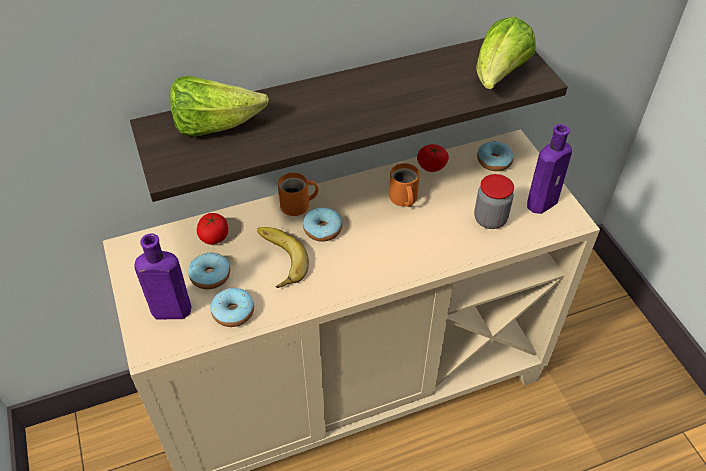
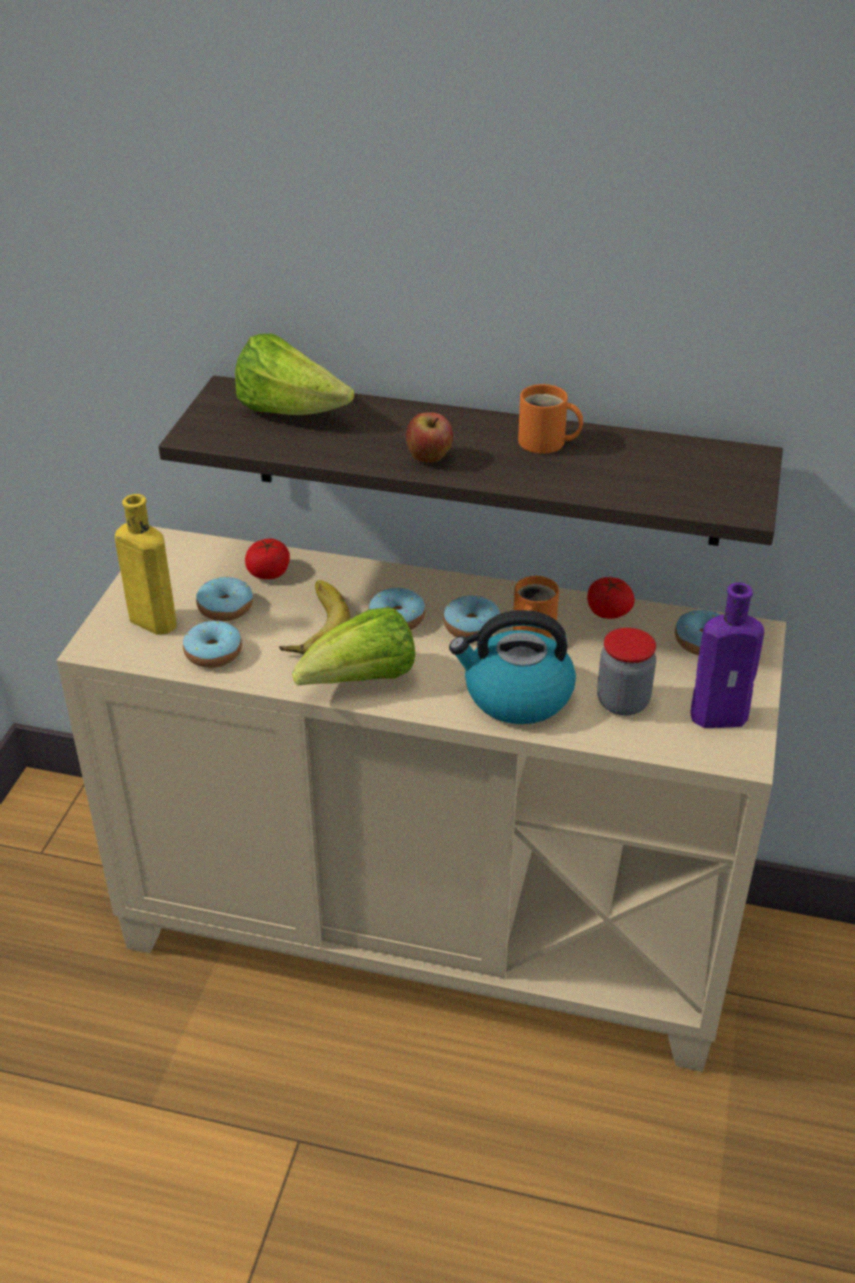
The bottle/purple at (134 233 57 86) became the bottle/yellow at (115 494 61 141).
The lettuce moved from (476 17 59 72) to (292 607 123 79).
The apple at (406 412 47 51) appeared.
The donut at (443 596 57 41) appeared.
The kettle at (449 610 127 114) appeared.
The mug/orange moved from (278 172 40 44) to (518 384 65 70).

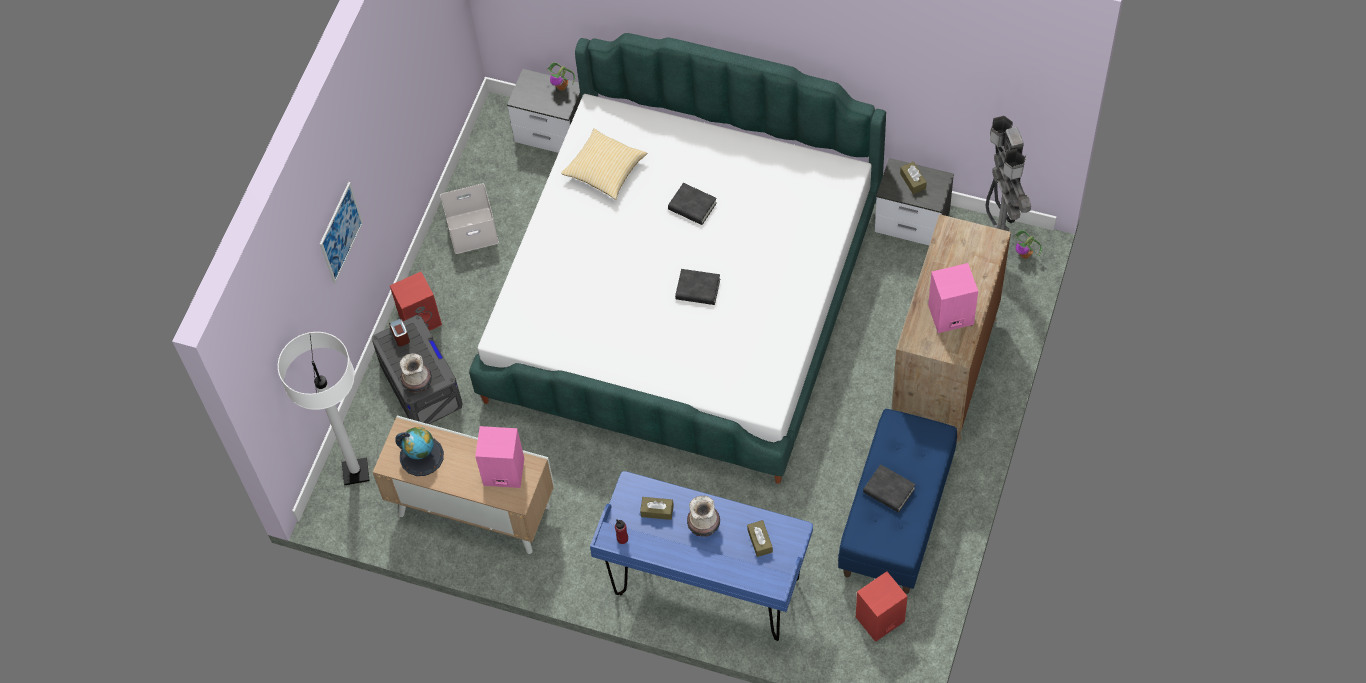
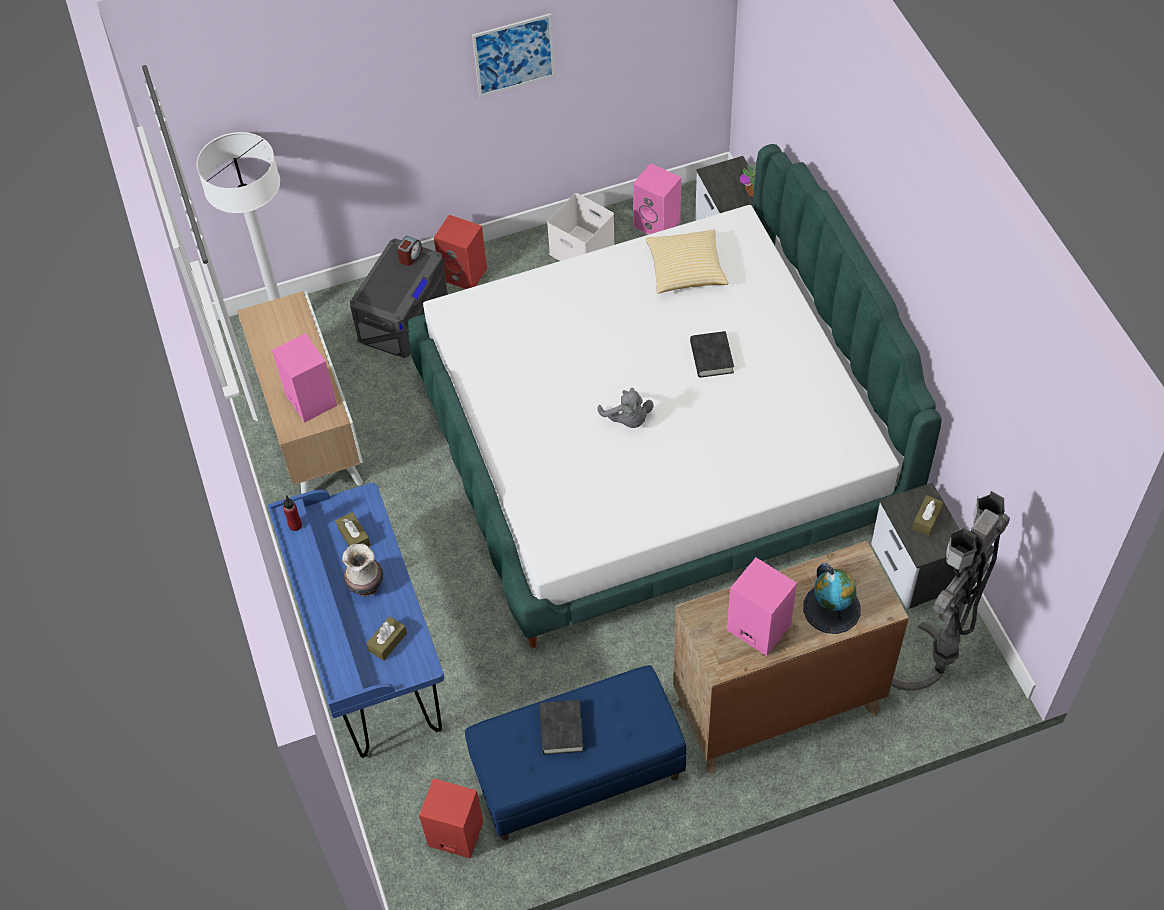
The picture moved from (320 182 43 102) to (472 13 83 84).
The book/black at (675 269 45 36) was replaced by the plush toy/grey at (598 388 56 40).
The speaker/pink at (633 163 48 71) appeared.
The globe moved from (395 427 49 49) to (803 563 58 71).
The vase at (400 353 32 40) disappeared.
The potted plant at (1014 230 28 29) disappeared.

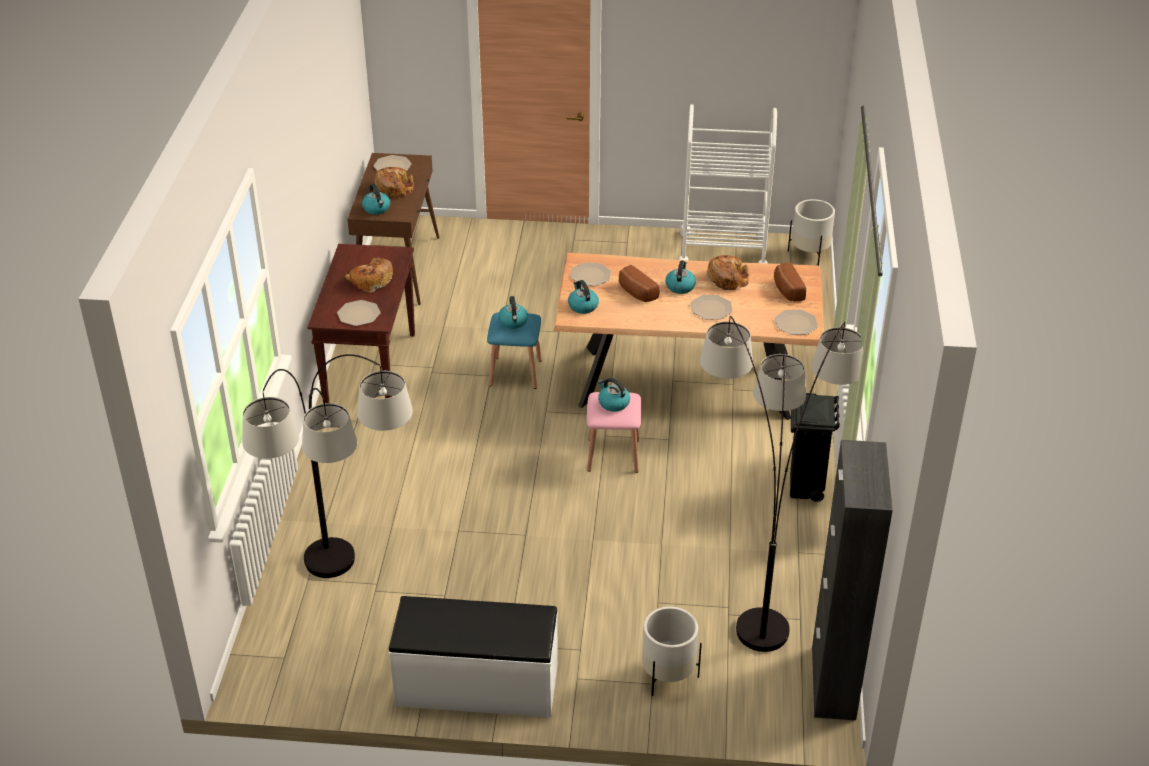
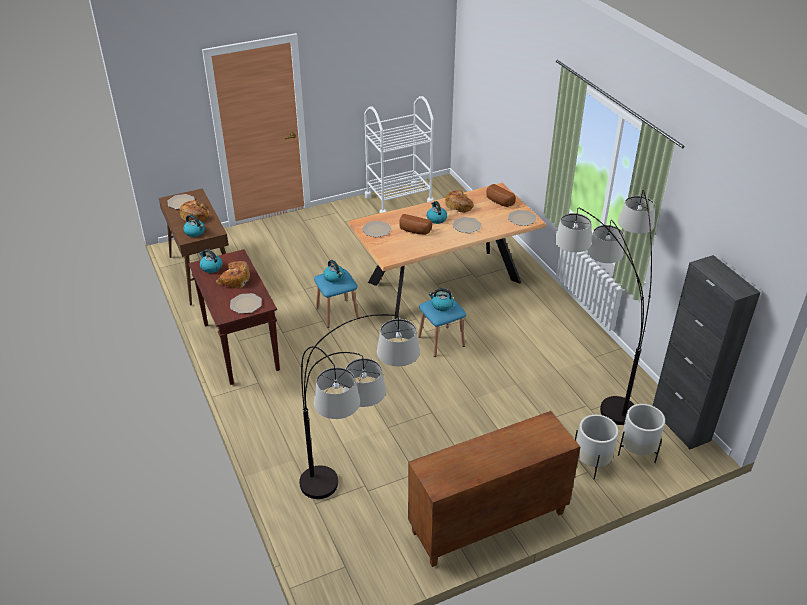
The kettle moved from (568 280 31 34) to (199 249 24 24).
The bench/white at (389 596 169 122) was replaced by the cabinet/brown at (408 411 172 156).
The stool/pink at (587 392 55 81) became the stool/blue at (418 299 48 58).
The planter/white moved from (788 199 47 67) to (618 404 47 59).
The trash can/black at (790 393 50 109) disappeared.

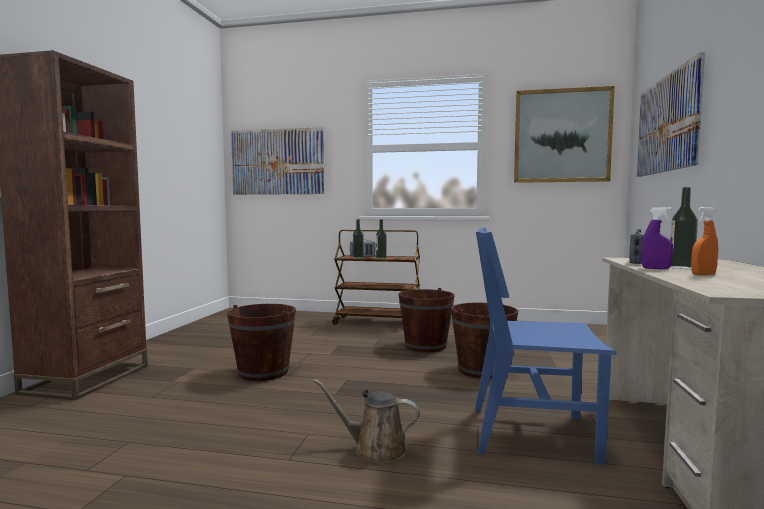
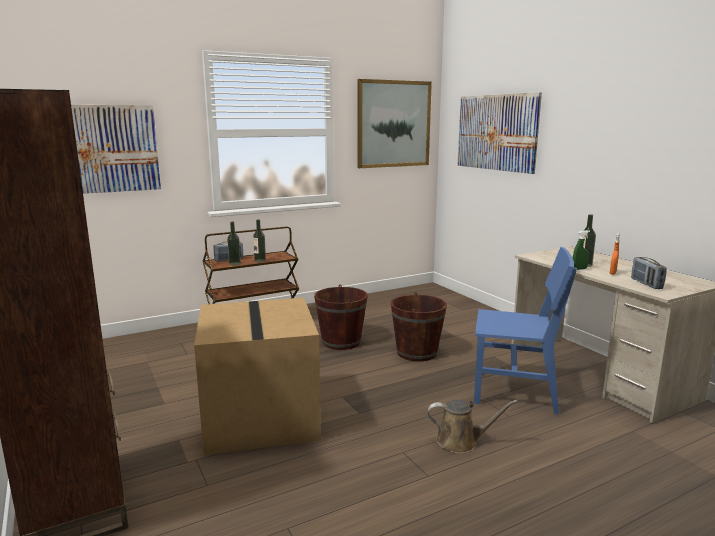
The bucket/brown at (227 304 69 77) was replaced by the cardboard box at (194 298 127 157).
The watering can/brown at (314 379 106 84) turned 150 degrees counterclockwise.
The chair/blue at (475 228 142 236) turned 135 degrees counterclockwise.
The spray bottle/purple at (641 207 32 62) became the spray bottle/green at (573 230 17 40).
The radio moved from (629 229 16 35) to (631 257 36 32).

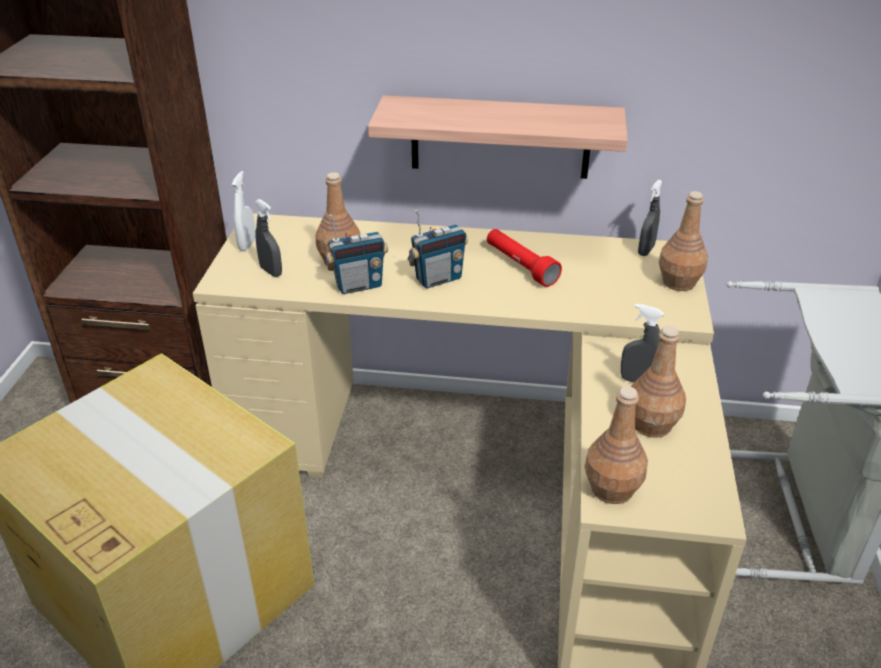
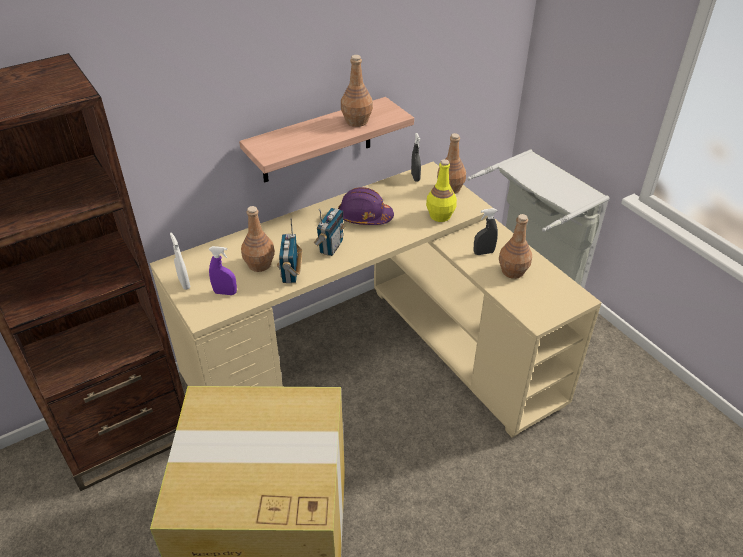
The spray bottle/grey at (254 199 28 78) became the spray bottle/purple at (209 246 28 49).
The radio at (325 214 63 80) turned 150 degrees clockwise.
The flashlight/red at (487 229 75 58) was replaced by the hard hat/purple at (338 187 56 38).
The bottle/brown moved from (585 386 63 118) to (341 55 32 72).
The bottle/yellow at (426 159 31 63) appeared.

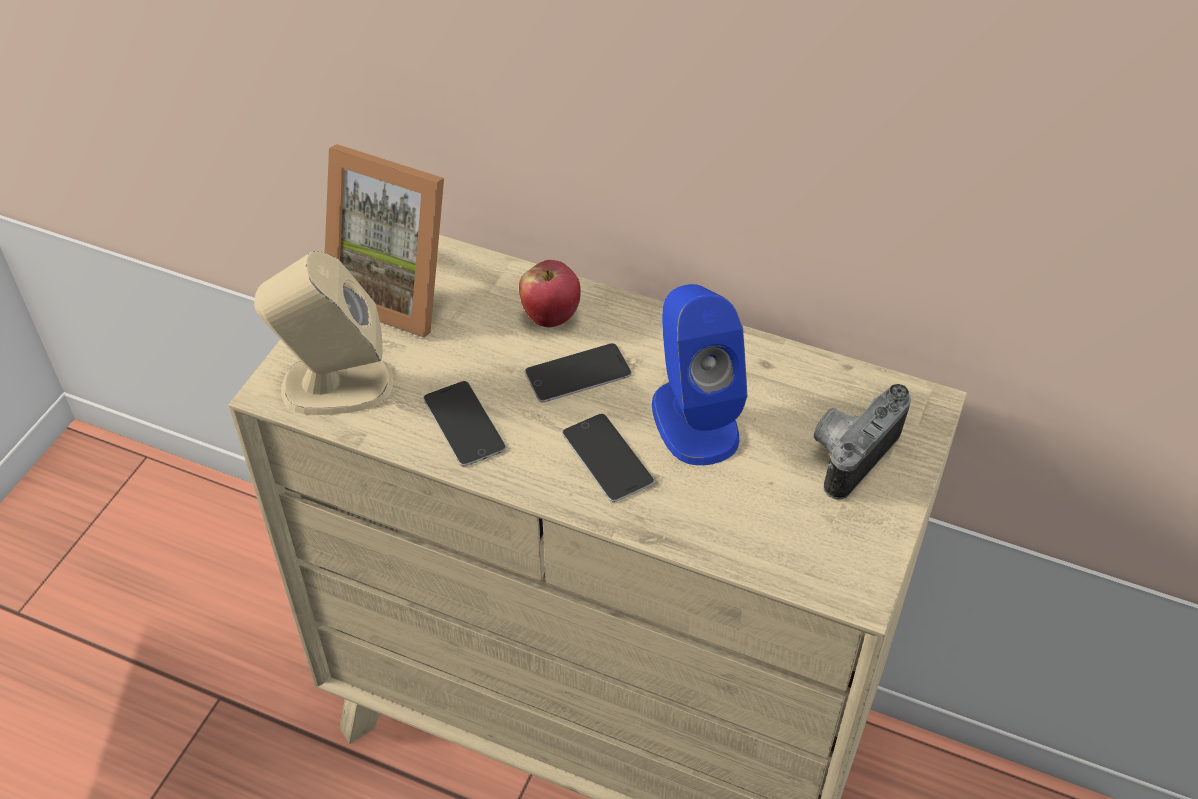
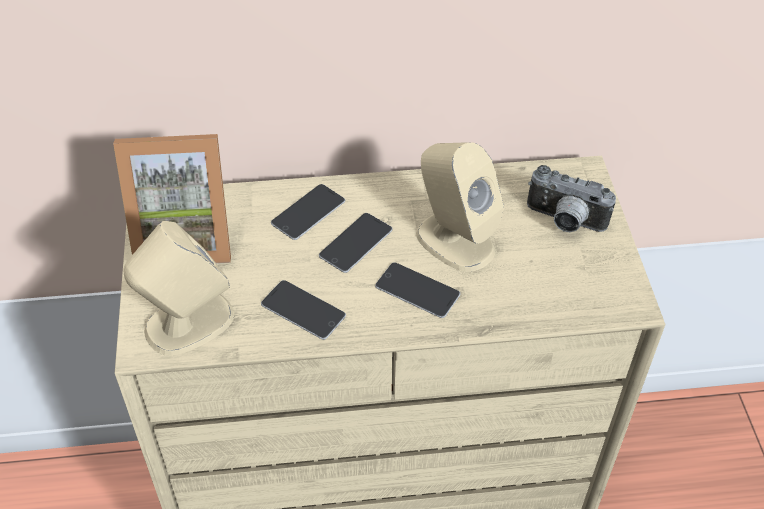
The apple at (519 260 62 67) was replaced by the phone at (271 184 74 56).
The speaker/blue at (652 284 96 181) became the speaker/beige at (416 142 88 130).
The photo camera at (814 384 97 116) turned 75 degrees counterclockwise.

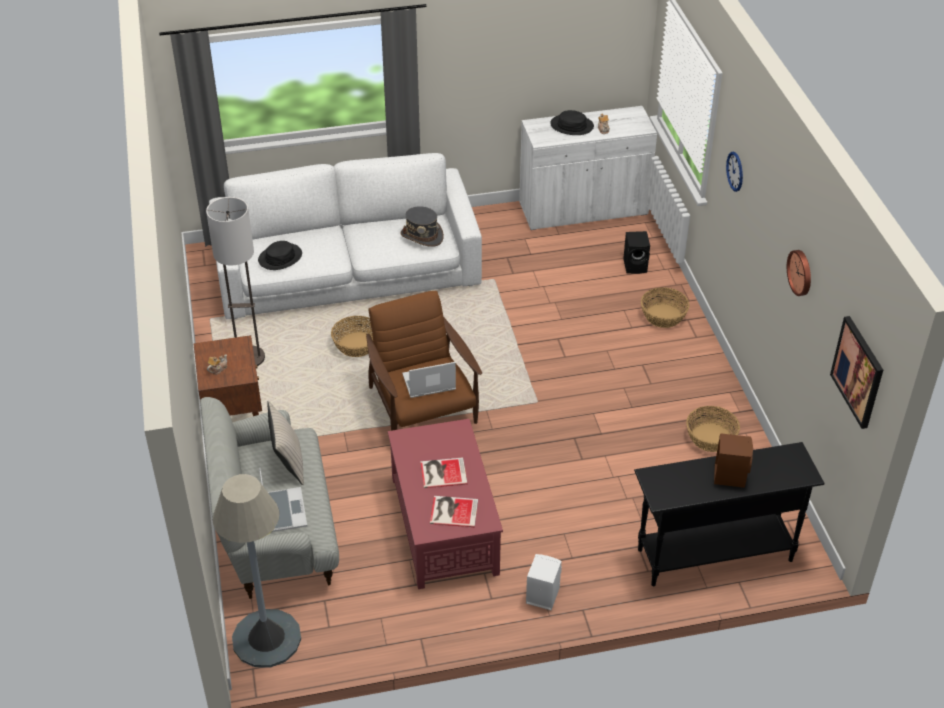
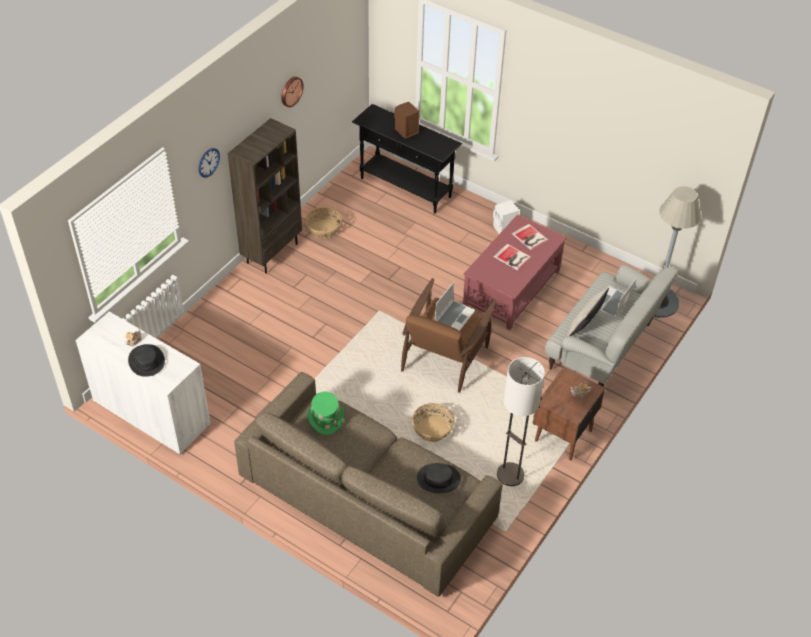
The bookcase/brown at (227 118 75 155) appeared.
The sofa/white at (209 153 273 166) became the sofa/brown at (234 372 268 225).
The hat/grey at (400 206 44 41) became the hat/green at (307 392 37 43).
The laptop at (402 362 54 36) turned 90 degrees counterclockwise.
The speaker/black at (623 231 27 43) disappeared.
The basket at (641 287 48 41) disappeared.
The picture at (830 316 53 113) disappeared.

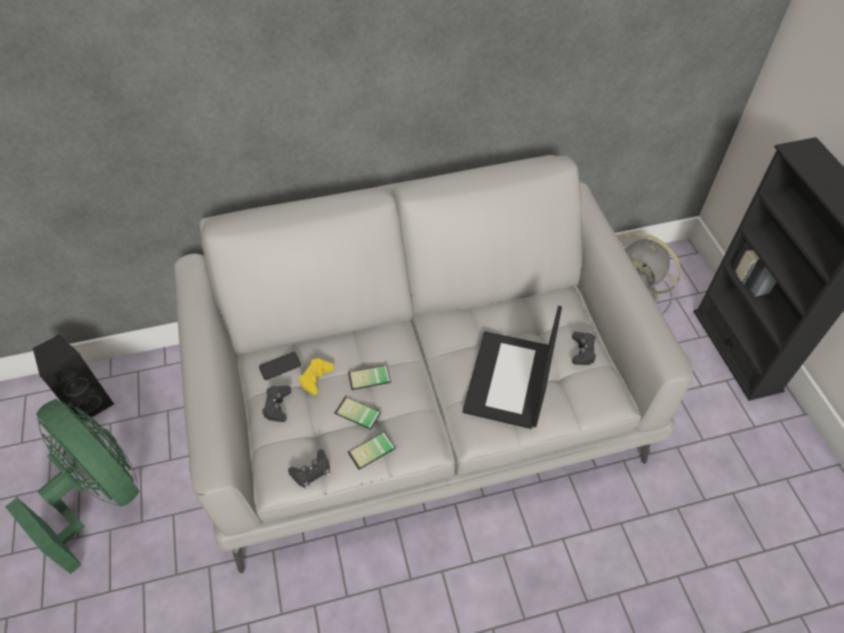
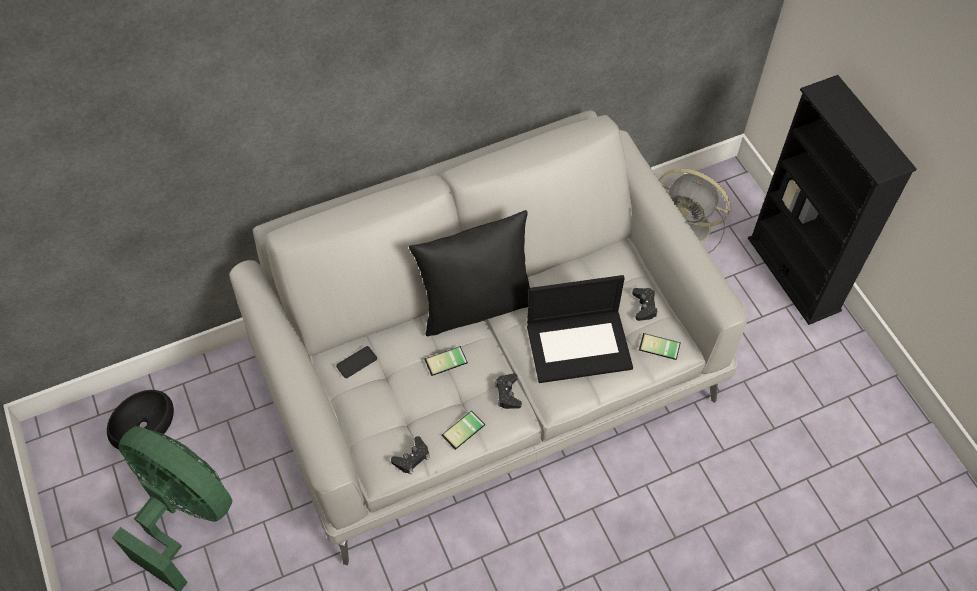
The speaker/black at (33 335 82 89) was replaced by the bowl/black at (107 390 67 59).
The pillow/black at (409 210 121 126) appeared.
The game controller/black moved from (262 386 30 36) to (495 373 27 36).
The laptop at (463 306 99 123) turned 105 degrees counterclockwise.
The phone moved from (335 396 46 34) to (639 333 42 27).
The game controller/yellow at (299 358 35 37) disappeared.

